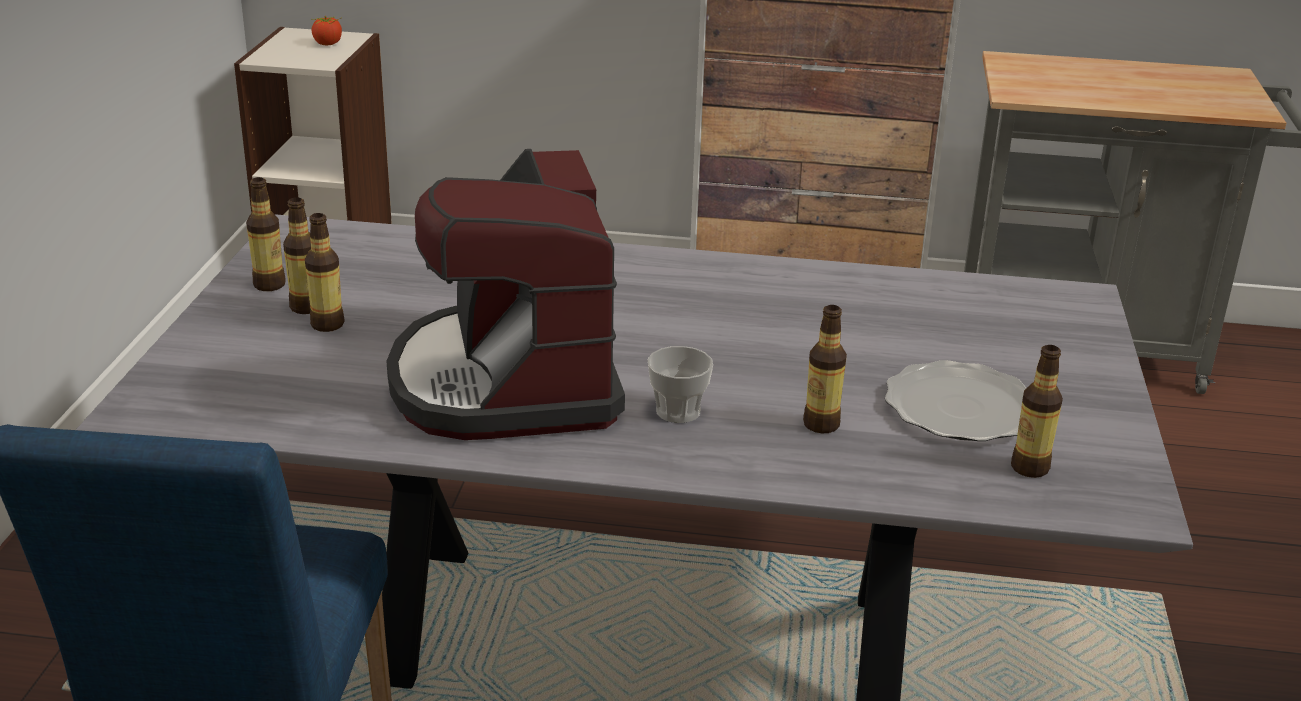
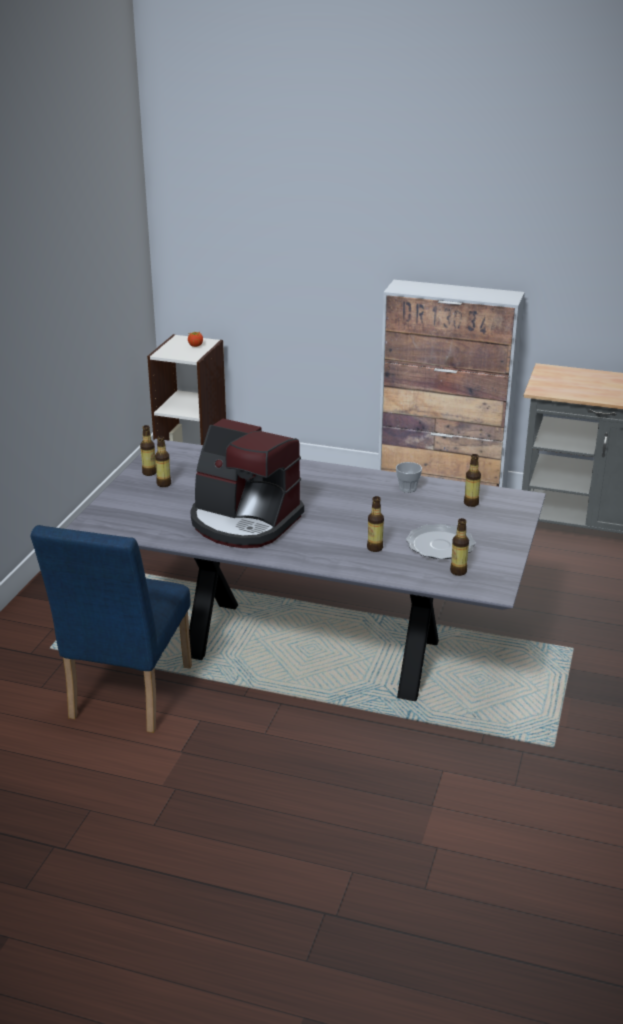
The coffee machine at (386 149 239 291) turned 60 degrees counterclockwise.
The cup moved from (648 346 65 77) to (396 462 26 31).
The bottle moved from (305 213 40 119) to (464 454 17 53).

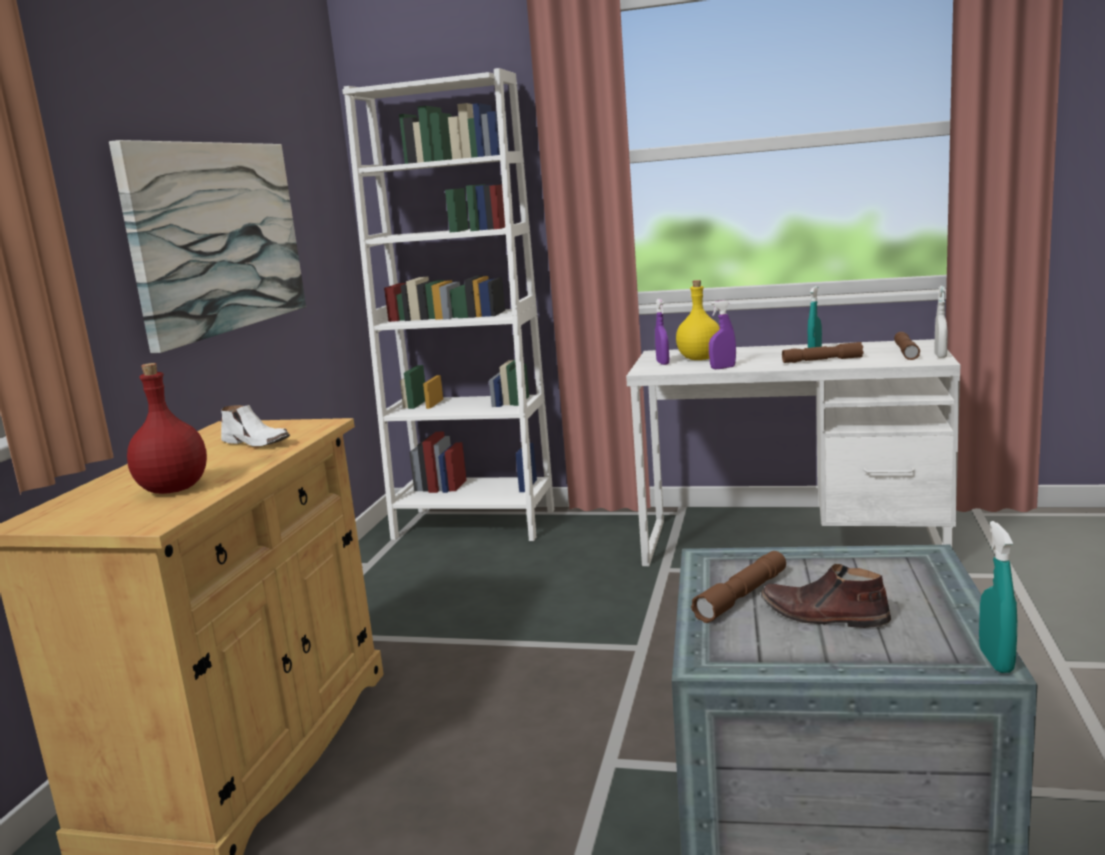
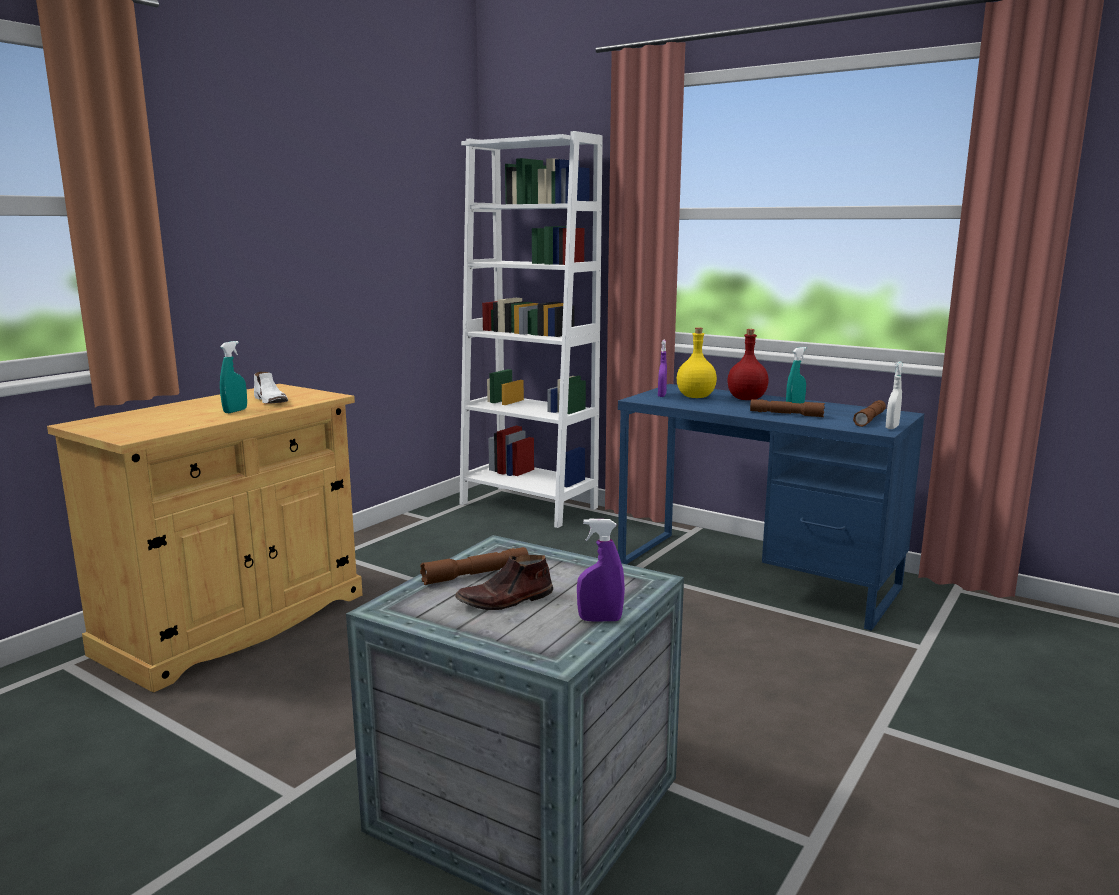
The spray bottle/turquoise moved from (979 521 38 152) to (220 341 27 72).
The shoe/brown at (761 564 130 64) turned 75 degrees counterclockwise.
The spray bottle/purple moved from (709 300 27 69) to (577 519 48 103).
The desk/white at (626 339 334 227) became the desk/blue at (618 384 306 247).
The bottle/red moved from (127 363 80 131) to (727 329 42 71).
The picture at (109 140 197 213) disappeared.

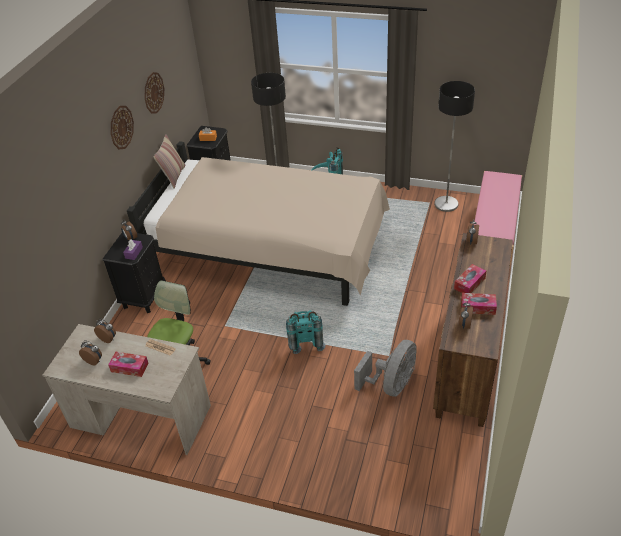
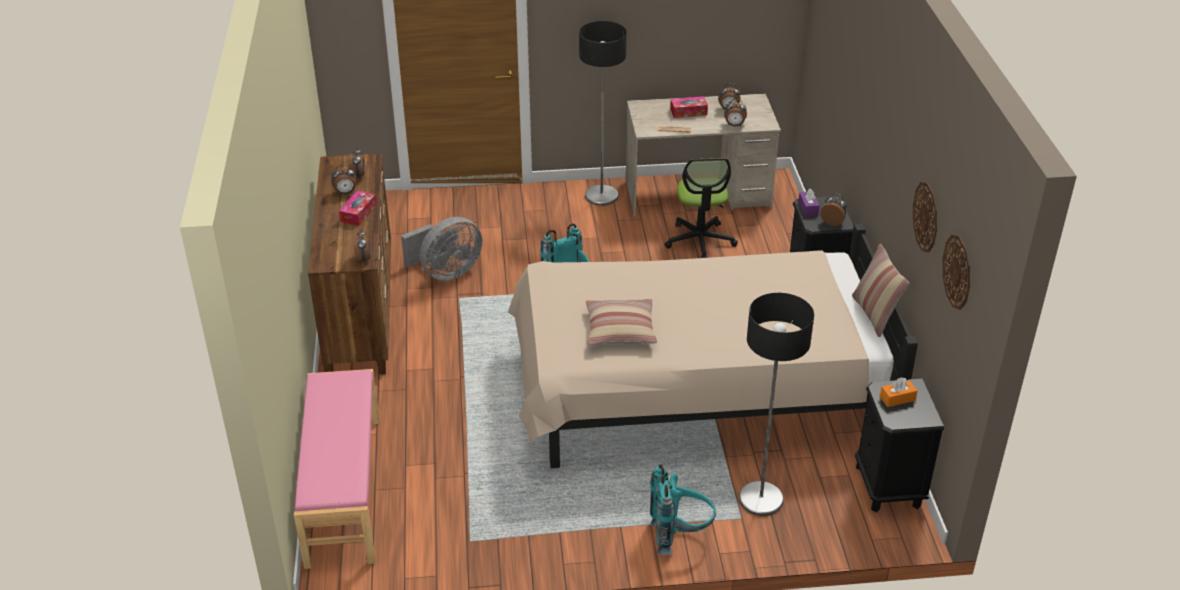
The tissue box at (461 293 36 22) was replaced by the alarm clock at (331 165 26 29).
The fan/grey at (354 340 63 57) turned 135 degrees counterclockwise.
The floor lamp moved from (434 81 41 131) to (579 21 48 185).
The pillow at (586 299 71 47) appeared.
The wall clock moved from (111 106 23 43) to (942 234 28 76).

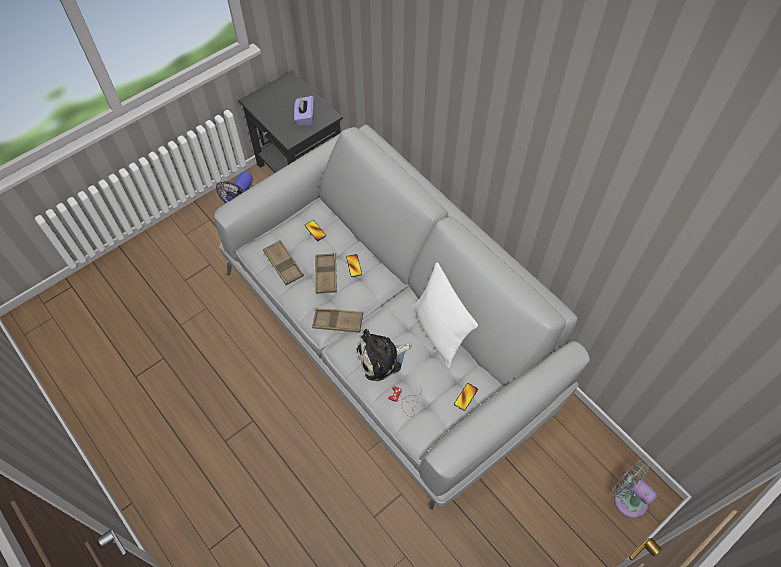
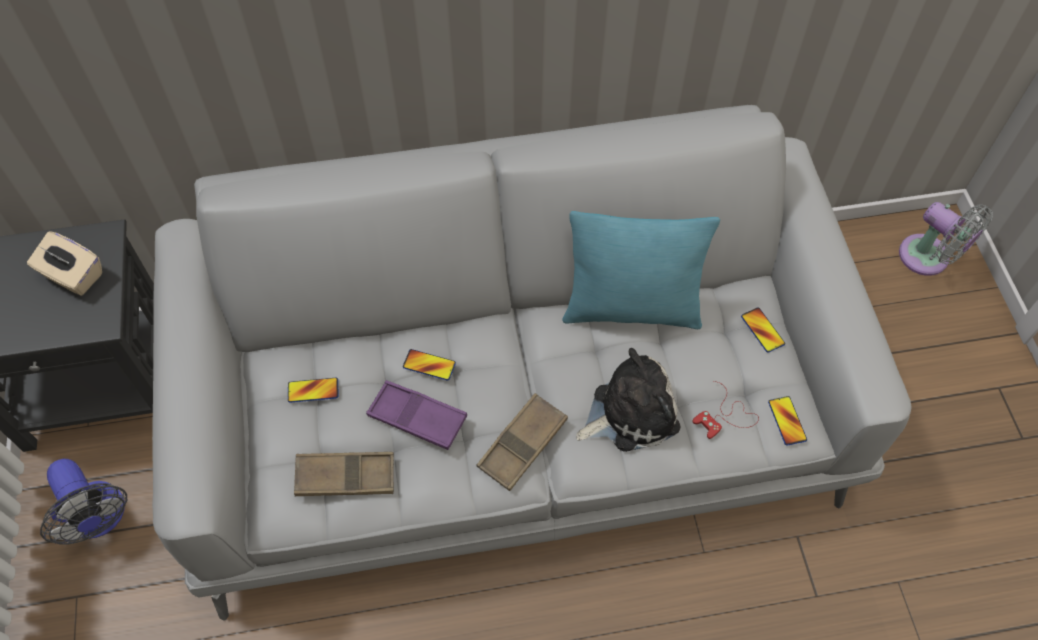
The tissue box/purple at (294 96 20 30) became the tissue box/beige at (27 231 75 65).
The tray/brown at (315 253 22 41) became the tray/purple at (366 380 101 70).
The pillow/white at (412 263 66 105) became the pillow/turquoise at (562 211 158 118).
The plush toy at (356 329 56 52) turned 120 degrees counterclockwise.
The phone at (768 396 39 50) appeared.
The fan/grey at (612 460 46 58) turned 120 degrees counterclockwise.

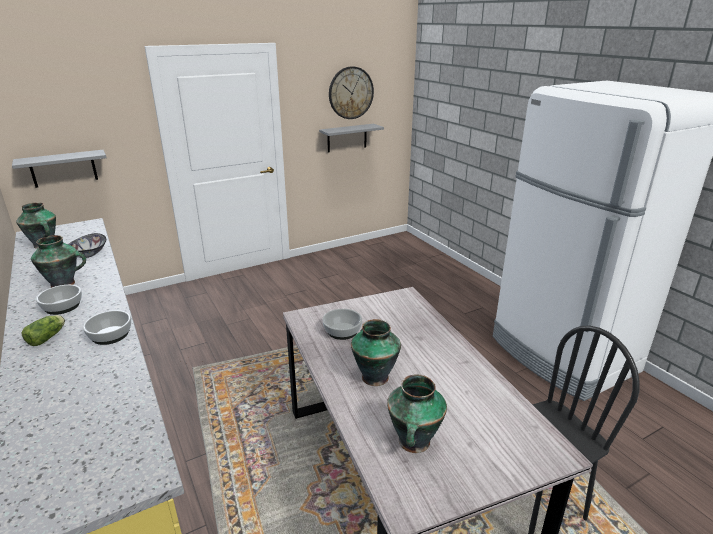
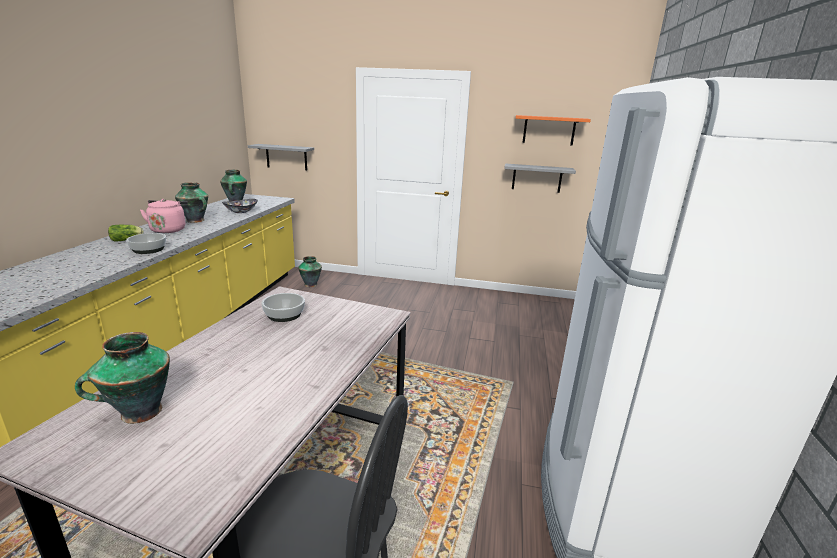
The bowl at (36 285 46 30) was replaced by the kettle/pink at (140 199 48 34).
The vase moved from (351 319 50 67) to (298 256 24 31).
The wall clock at (329 66 45 53) was replaced by the shelf/orange at (516 115 75 31).

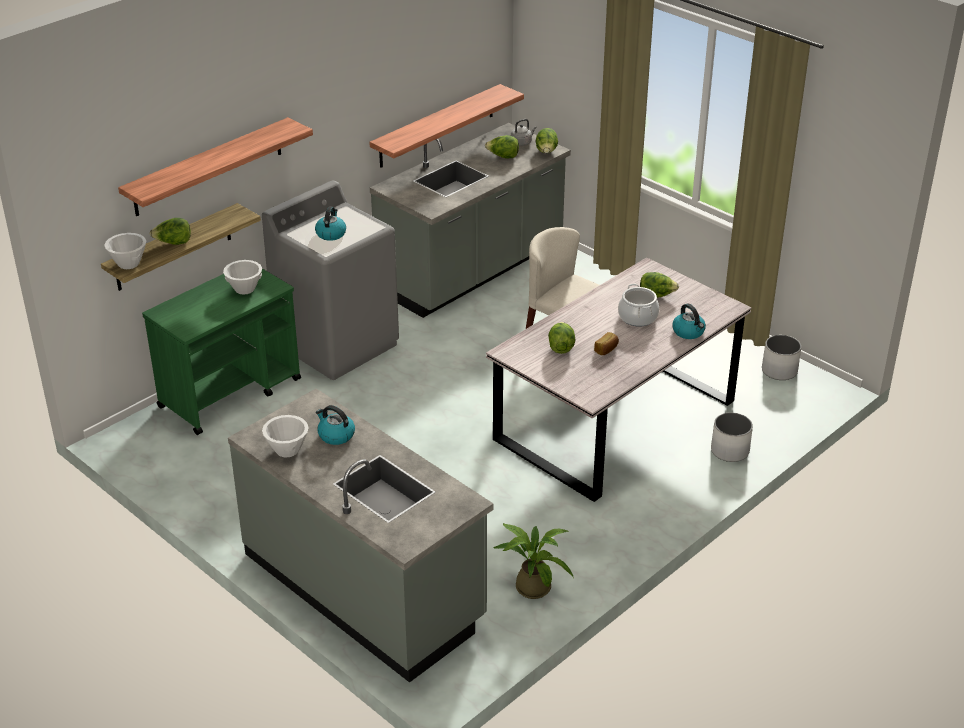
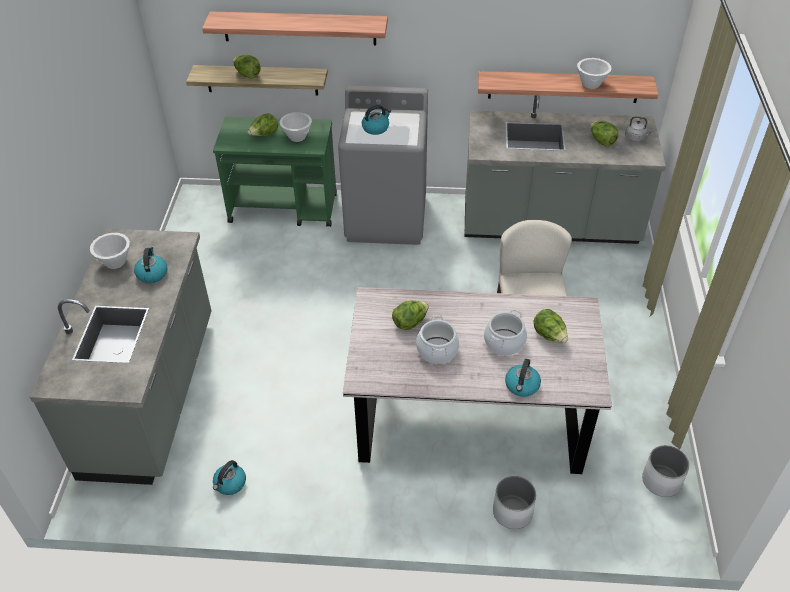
The potted plant at (493 523 81 76) was replaced by the kettle at (213 460 33 35).
The lettuce moved from (536 128 22 25) to (247 113 31 23).
The bread at (594 332 25 23) was replaced by the cooking pot at (416 315 43 49).
The bowl/white moved from (104 233 42 36) to (577 58 35 31).

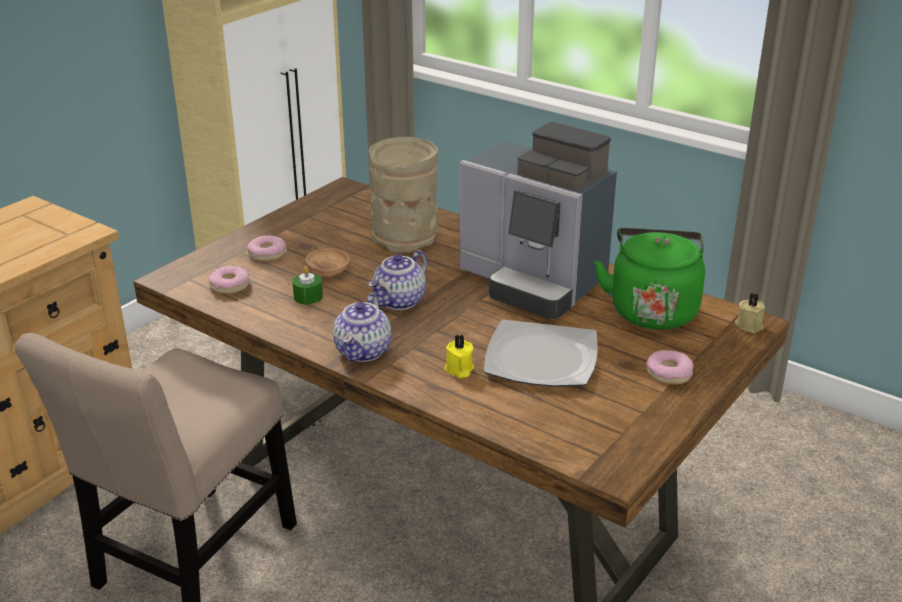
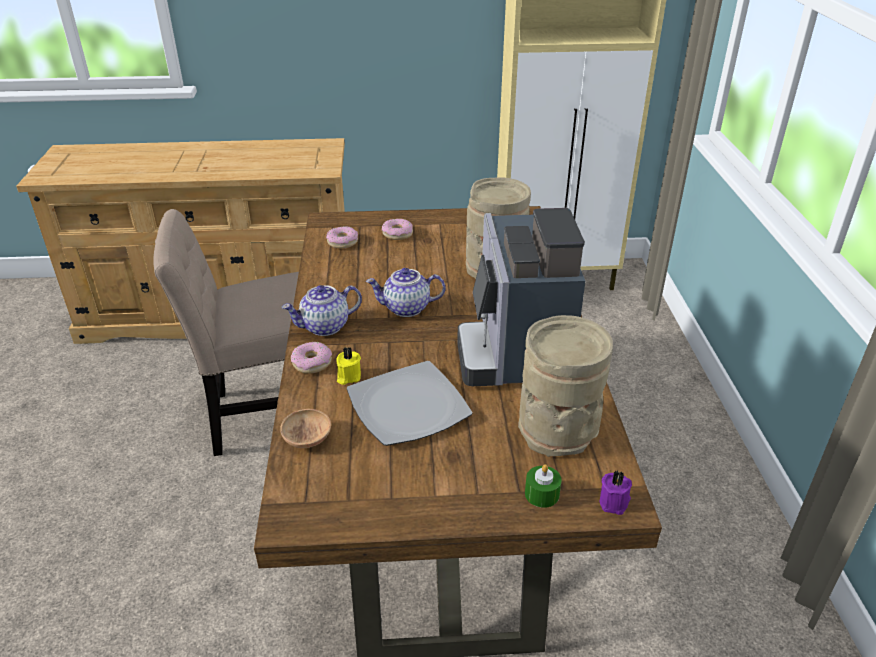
The bowl/brown moved from (306 249 43 28) to (280 409 51 39).
The donut moved from (646 350 47 35) to (291 342 41 32).
The kettle/green at (594 228 111 102) was replaced by the vase/beige at (518 315 95 142).
The candle/green moved from (292 266 31 38) to (525 464 37 44).
The candle/beige at (735 293 30 40) became the candle/purple at (600 470 32 45).

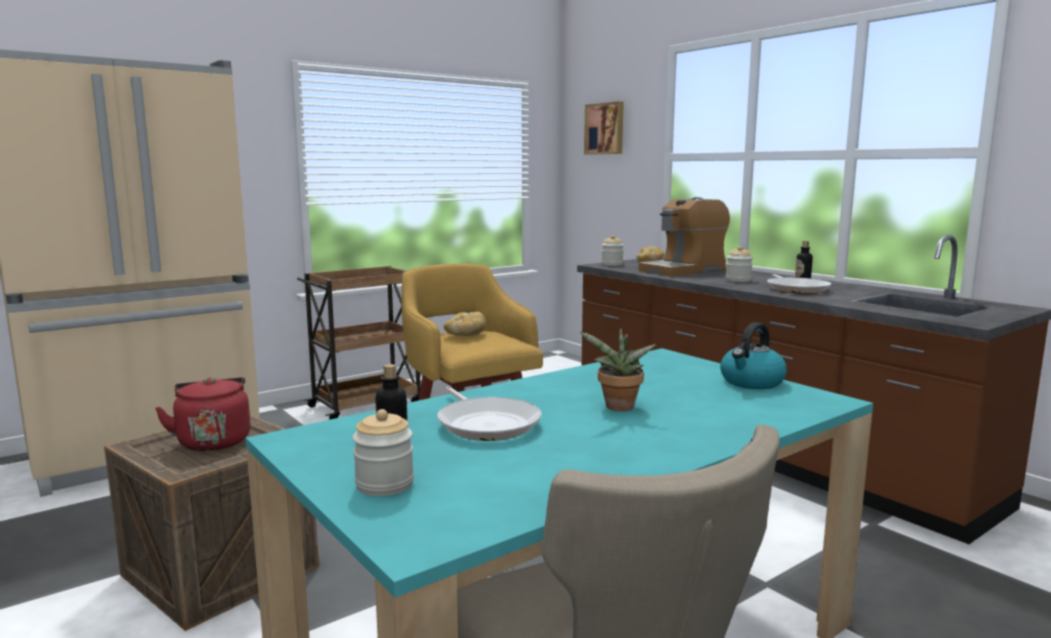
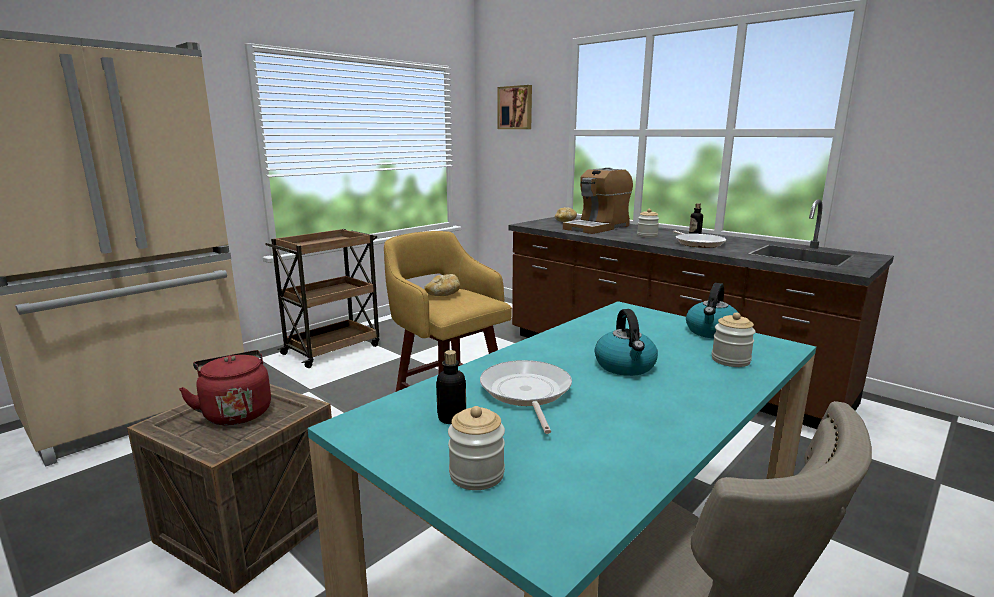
The frying pan at (437 387 105 54) turned 150 degrees counterclockwise.
The potted plant at (580 328 76 83) was replaced by the kettle at (595 309 63 67).
The jar moved from (601 235 23 31) to (712 312 44 55).

